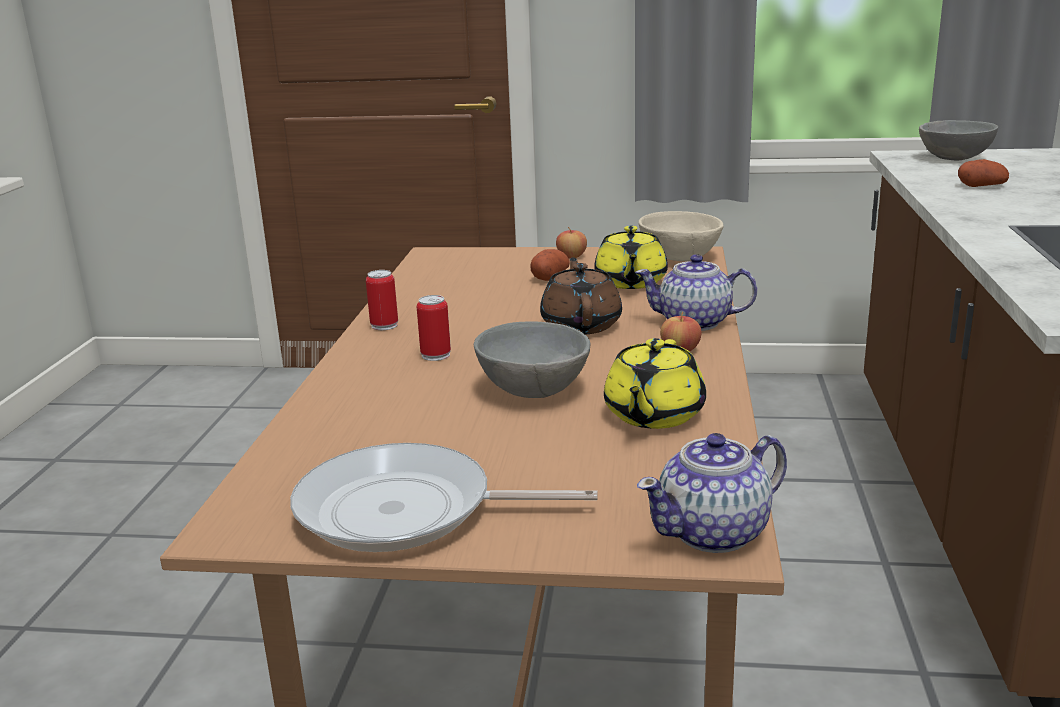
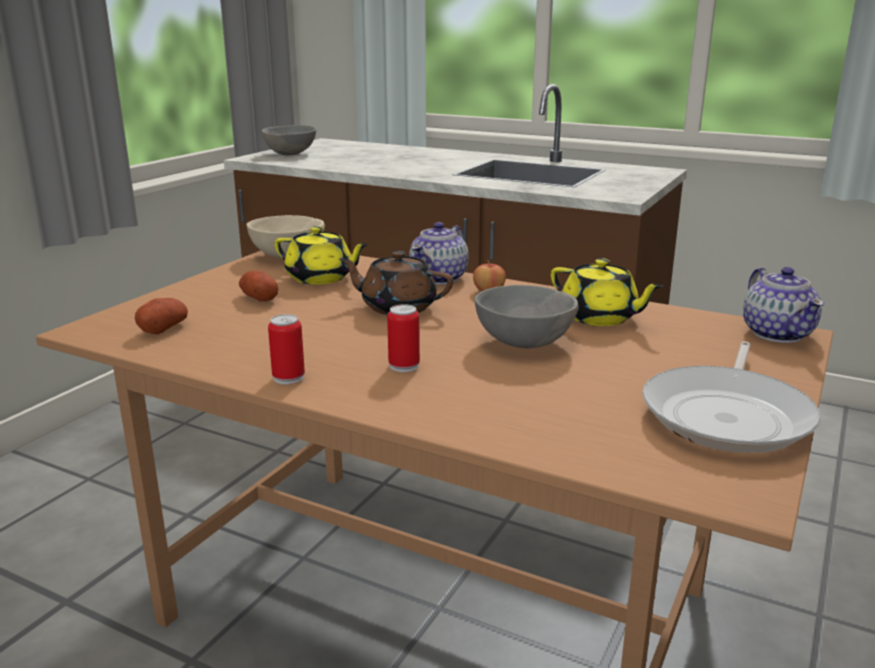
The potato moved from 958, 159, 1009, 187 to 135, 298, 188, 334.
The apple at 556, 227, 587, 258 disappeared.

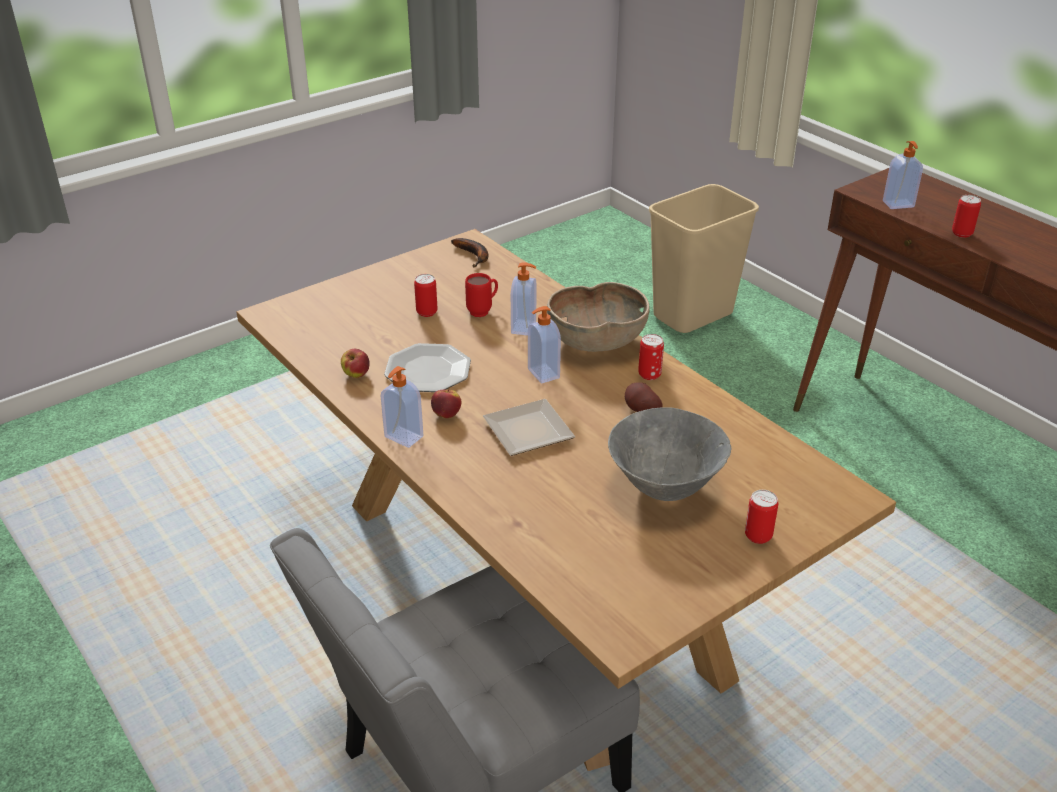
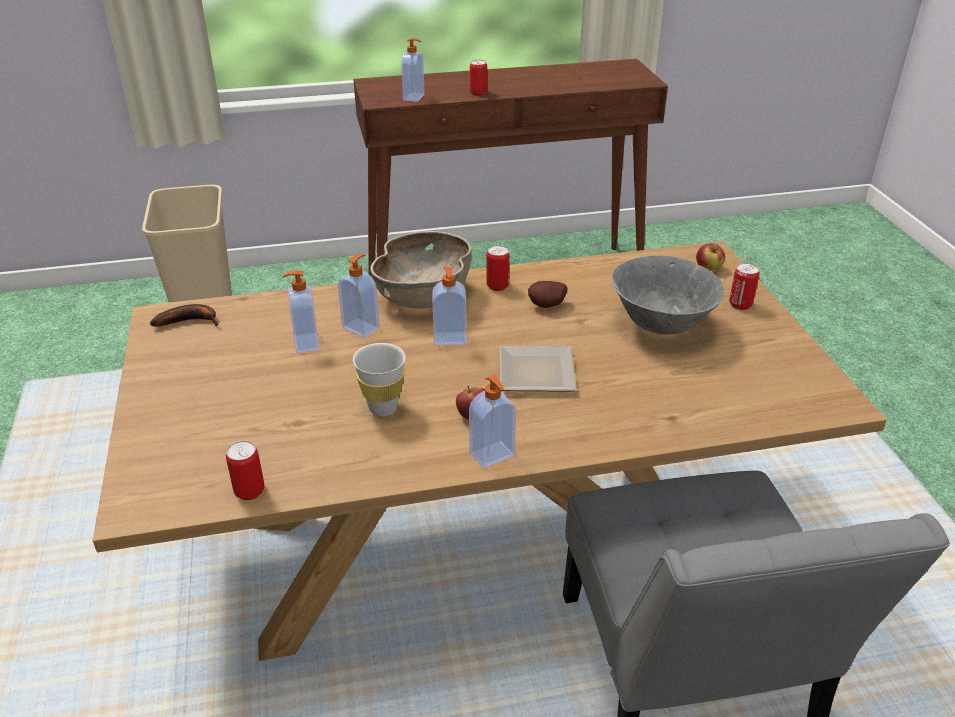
The red mug at 465, 273, 498, 317 was replaced by the soap dispenser at 283, 270, 319, 353.
The can moved from 414, 274, 437, 317 to 226, 441, 264, 500.
The plate at 384, 343, 471, 392 was replaced by the white cup at 353, 343, 406, 416.
The apple moved from 341, 349, 370, 378 to 696, 243, 725, 270.

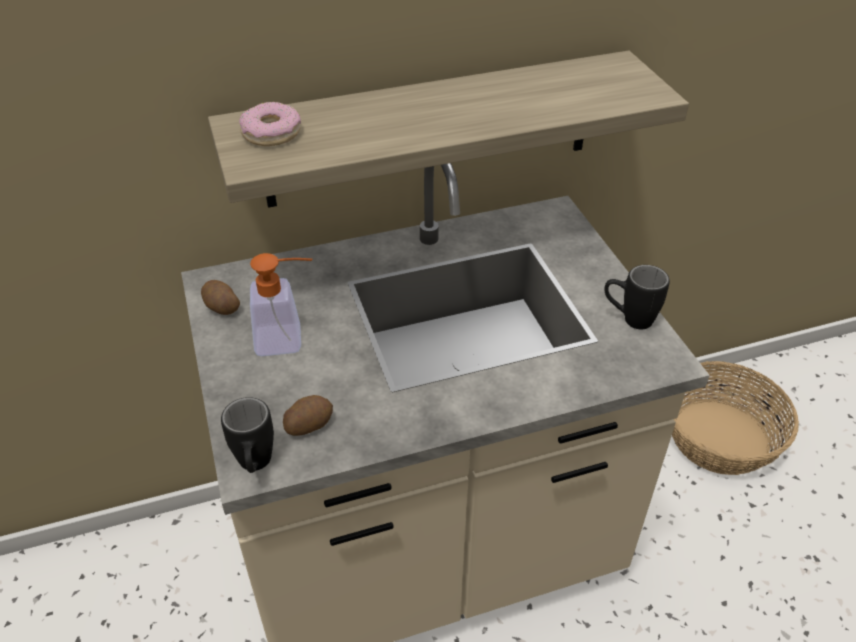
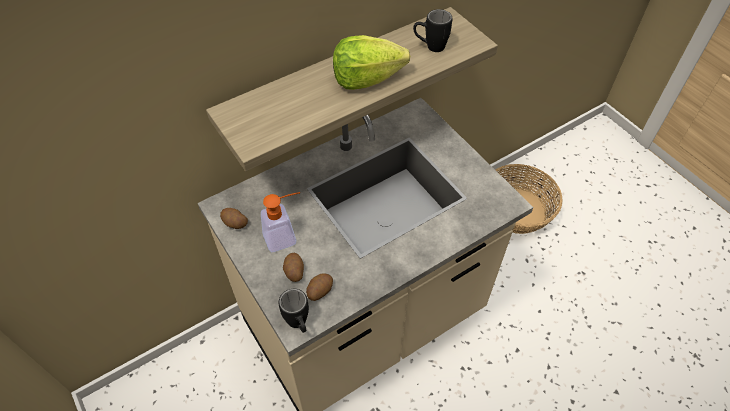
The donut at 239, 102, 301, 146 disappeared.
The black mug moved from 604, 265, 670, 329 to 413, 9, 452, 52.
The lettuce at 333, 35, 410, 90 appeared.
The potato at 283, 253, 304, 282 appeared.

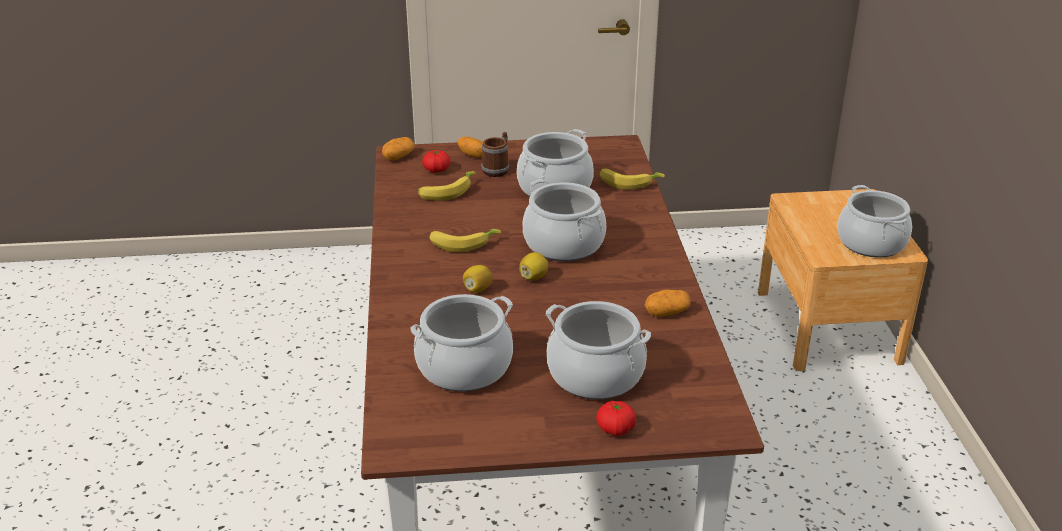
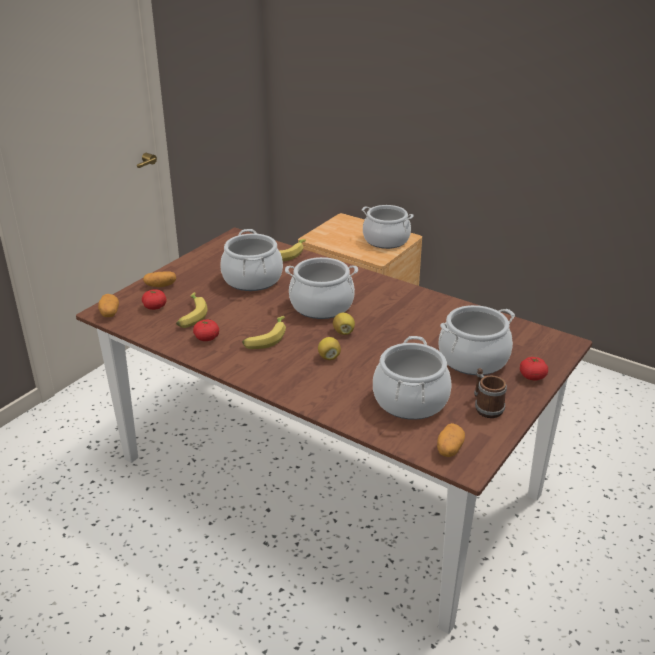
The mug moved from 481, 132, 509, 177 to 474, 368, 507, 418.
The potato moved from 645, 289, 691, 317 to 437, 423, 465, 457.
The tomato at 193, 320, 219, 341 appeared.

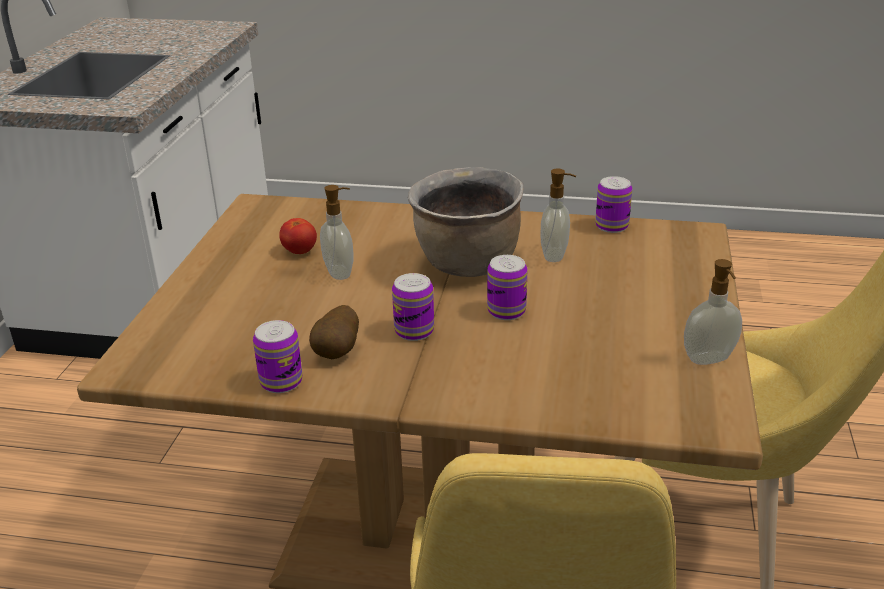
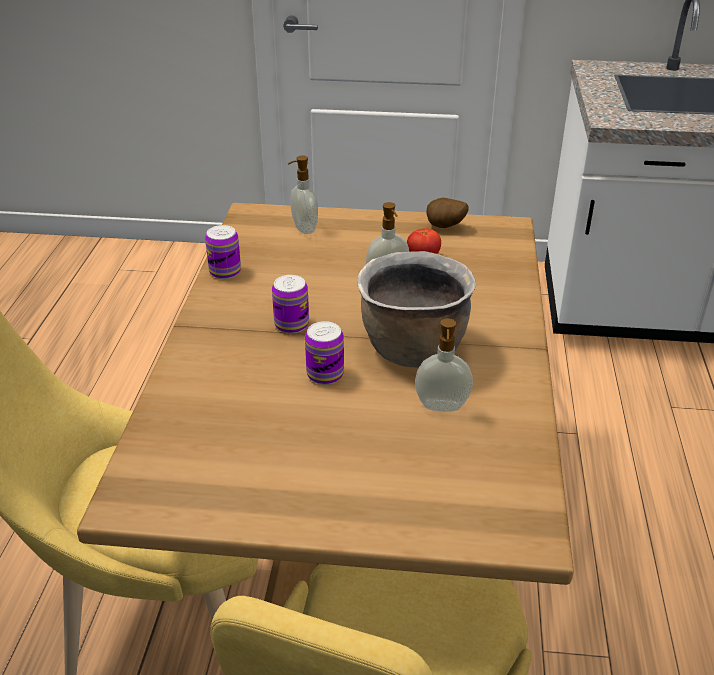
The can at 595, 176, 632, 233 disappeared.
The soap dispenser moved from 684, 259, 742, 365 to 288, 155, 318, 234.
The potato moved from 309, 305, 359, 359 to 426, 198, 469, 228.

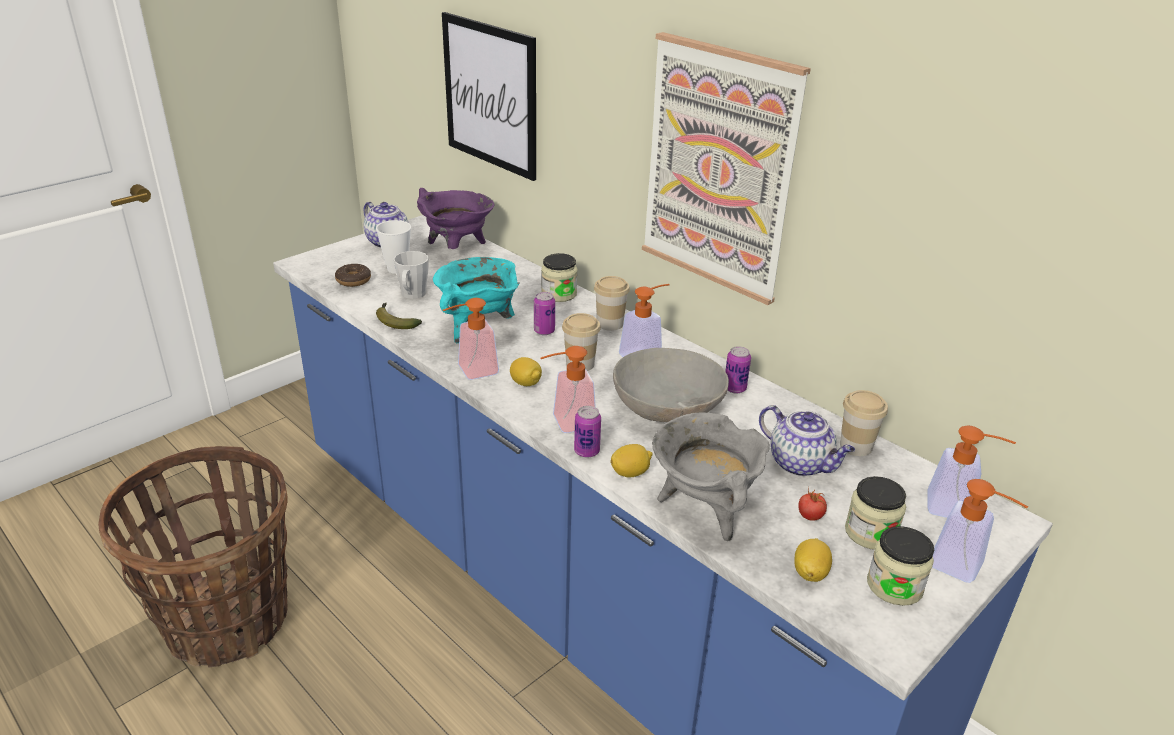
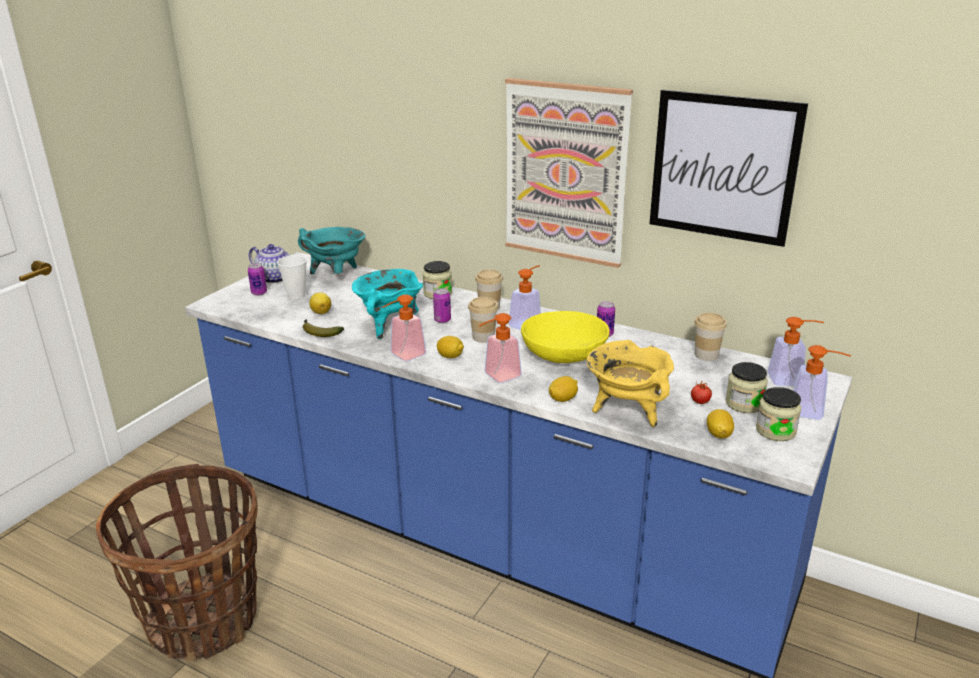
The picture moved from 442, 12, 536, 181 to 650, 89, 808, 247.
The purple cooking pot at 417, 188, 494, 249 became the turquoise cooking pot at 298, 227, 365, 275.
The grey mug at 394, 251, 429, 299 was replaced by the lemon at 309, 292, 331, 314.
The donut at 335, 264, 371, 287 disappeared.
The grey bowl at 613, 348, 729, 422 became the yellow bowl at 521, 311, 610, 363.
The teapot at 759, 405, 855, 476 disappeared.
The can moved from 574, 406, 601, 458 to 248, 263, 267, 296.
The grey cooking pot at 652, 412, 770, 541 became the yellow cooking pot at 586, 340, 674, 427.

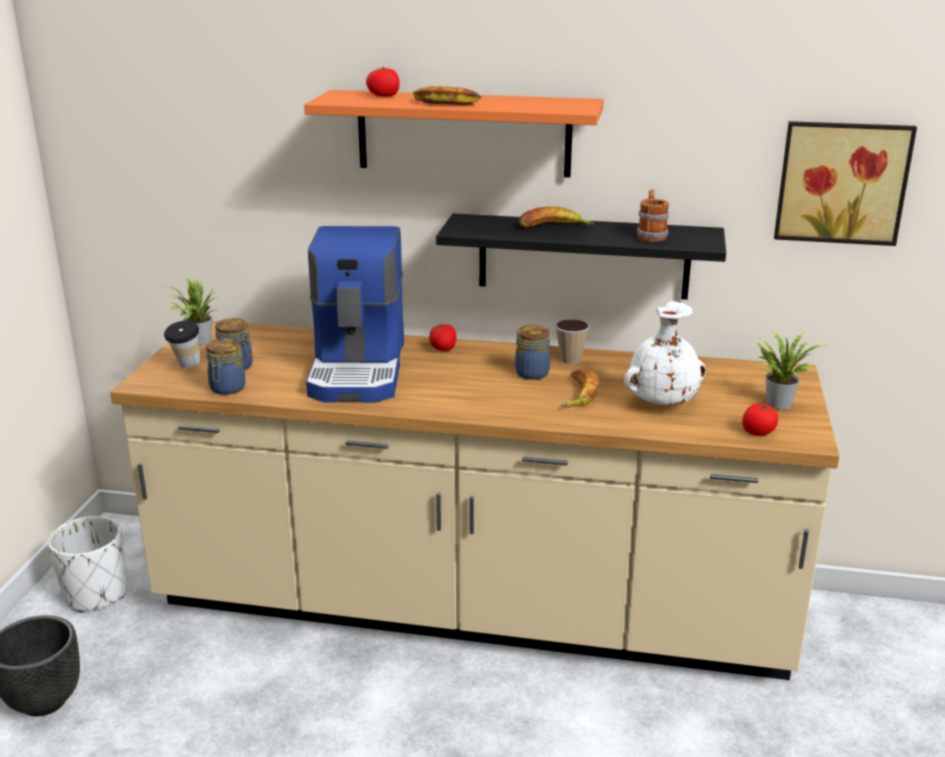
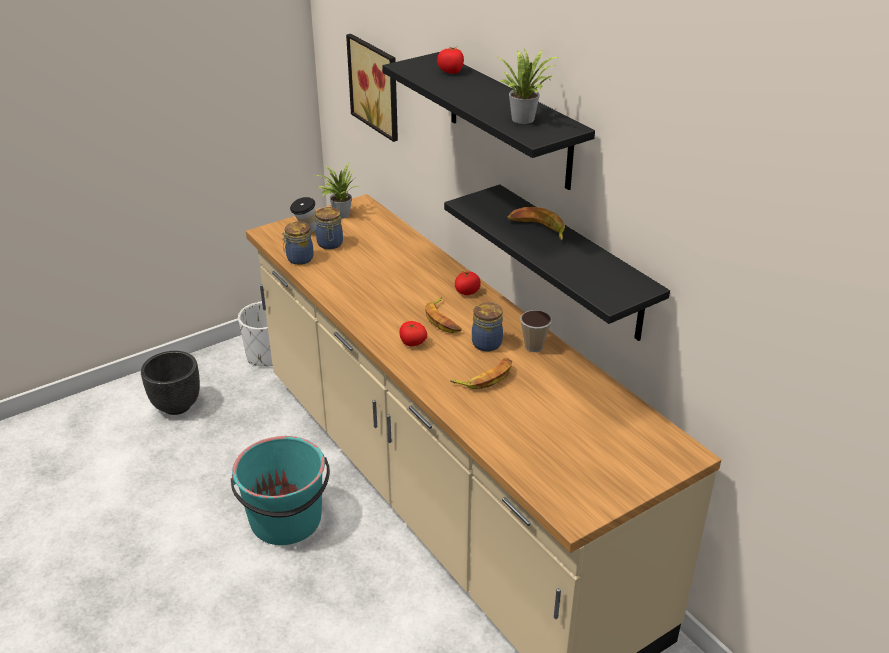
The banana moved from 413, 86, 481, 105 to 425, 297, 461, 333.
The orange shelf at 304, 90, 604, 178 became the black shelf at 382, 52, 595, 190.
The picture moved from 774, 121, 917, 246 to 346, 34, 398, 142.
The mug at 637, 189, 669, 242 disappeared.
The coffee machine at 306, 226, 404, 403 disappeared.
The white vase at 624, 301, 706, 405 disappeared.
The potted plant moved from 758, 330, 829, 410 to 497, 48, 559, 124.
The tomato moved from 742, 404, 778, 436 to 399, 321, 427, 346.
The turquoise bucket at 231, 436, 330, 545 appeared.

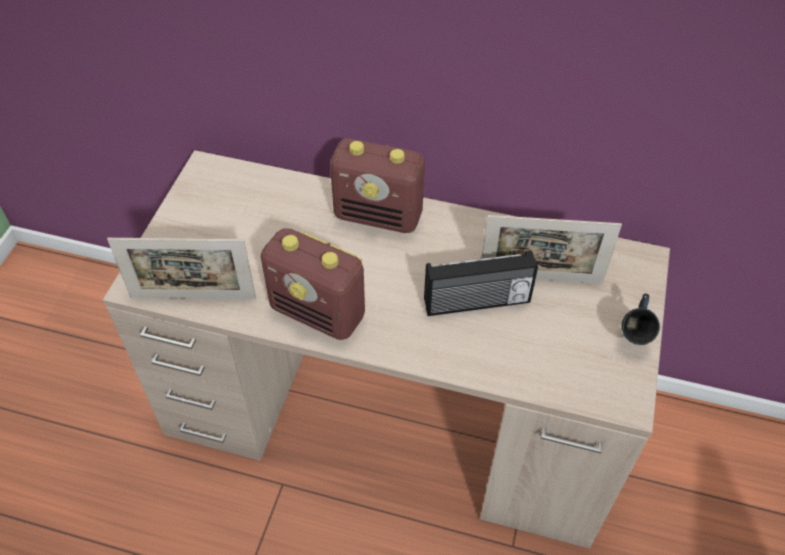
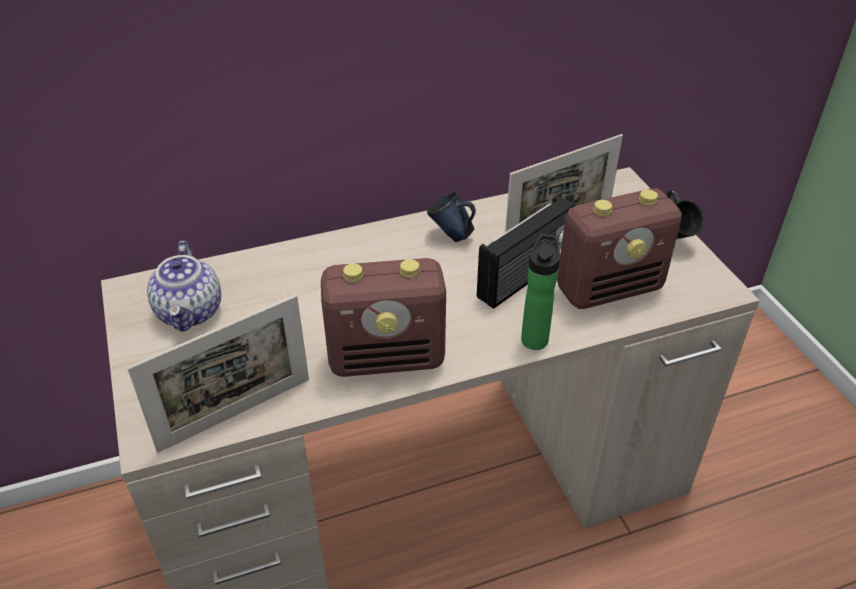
The radio moved from 330, 138, 425, 233 to 557, 188, 682, 309.
The blue mug at 427, 192, 476, 242 appeared.
The bottle at 521, 234, 560, 350 appeared.
The teapot at 147, 241, 221, 332 appeared.

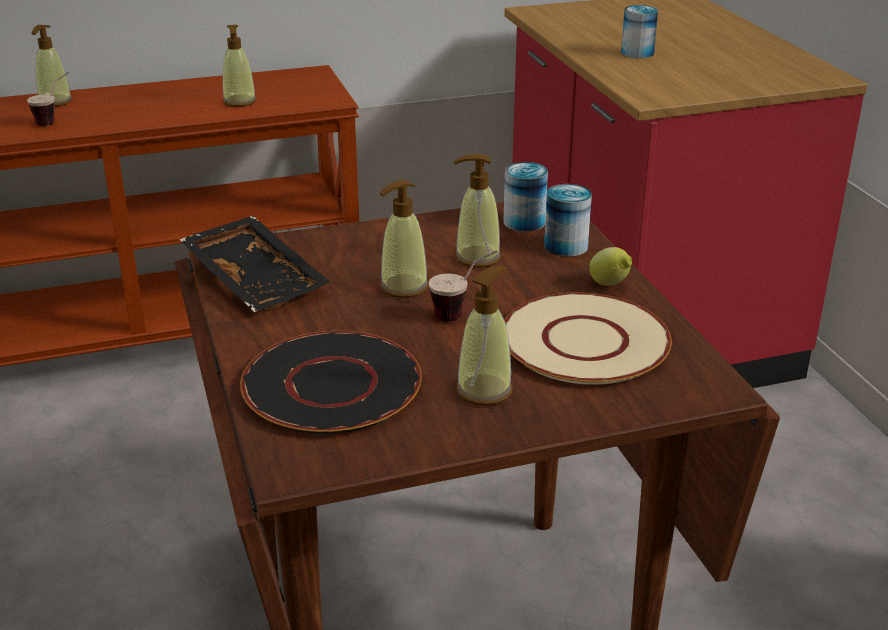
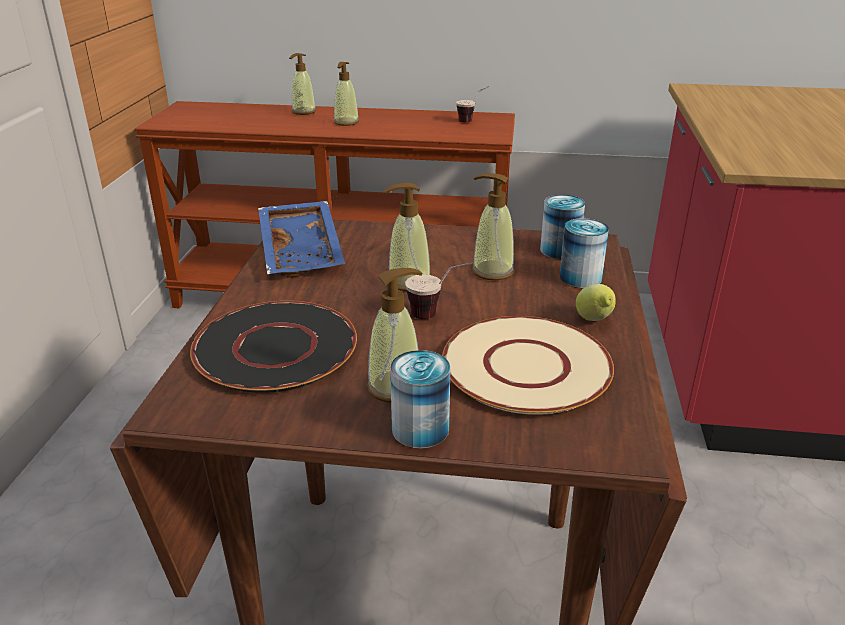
The can moved from 621, 5, 658, 58 to 390, 350, 450, 449.
The soap dispenser moved from 223, 25, 256, 107 to 334, 62, 359, 126.
The cup moved from 27, 72, 69, 126 to 456, 86, 489, 123.
The black tray at 179, 216, 330, 312 became the blue tray at 258, 201, 345, 278.

